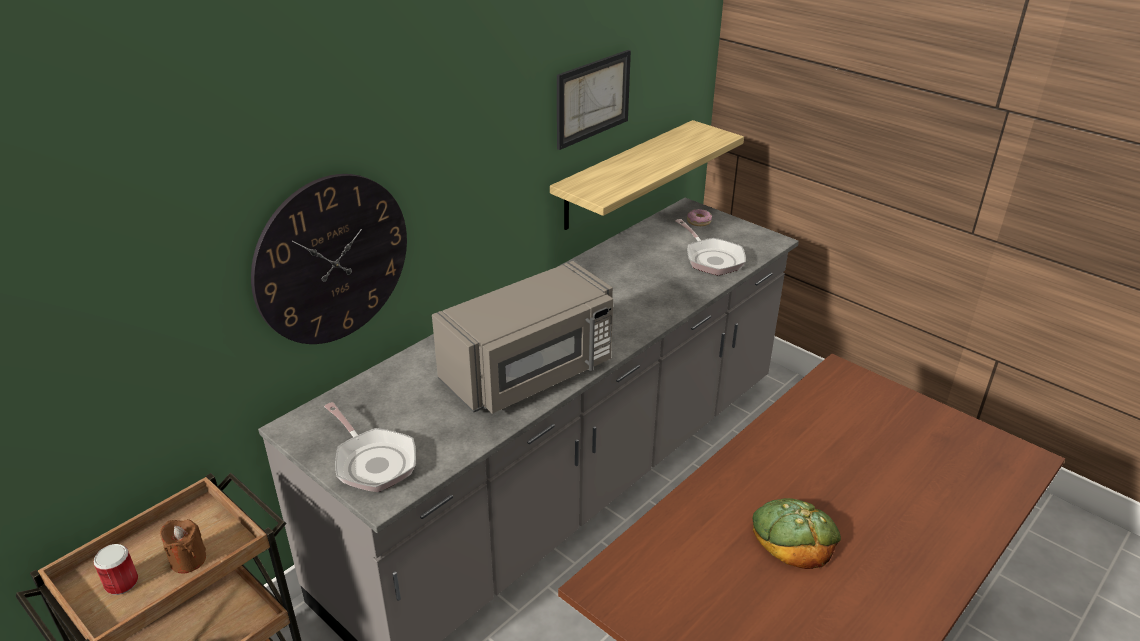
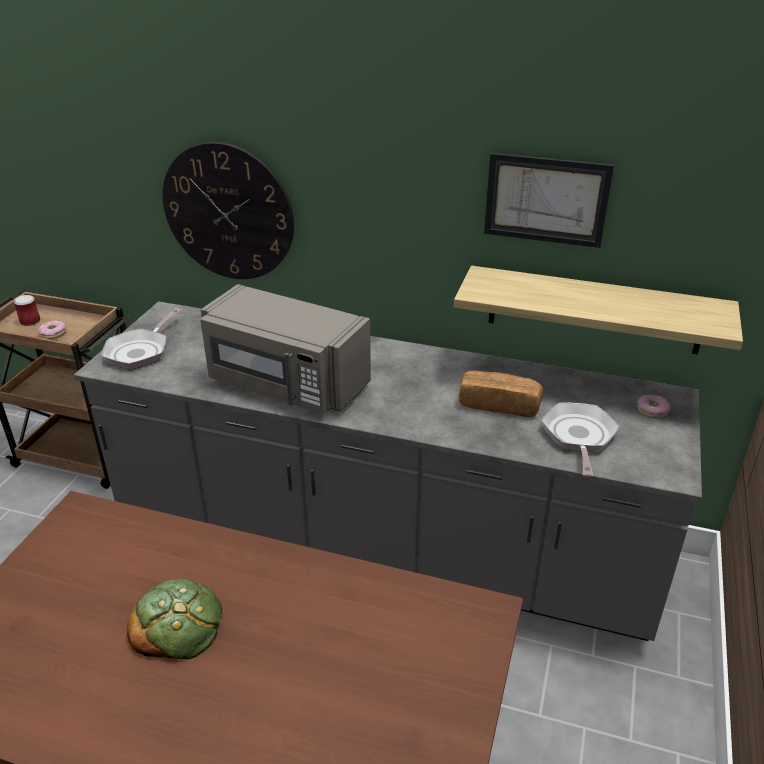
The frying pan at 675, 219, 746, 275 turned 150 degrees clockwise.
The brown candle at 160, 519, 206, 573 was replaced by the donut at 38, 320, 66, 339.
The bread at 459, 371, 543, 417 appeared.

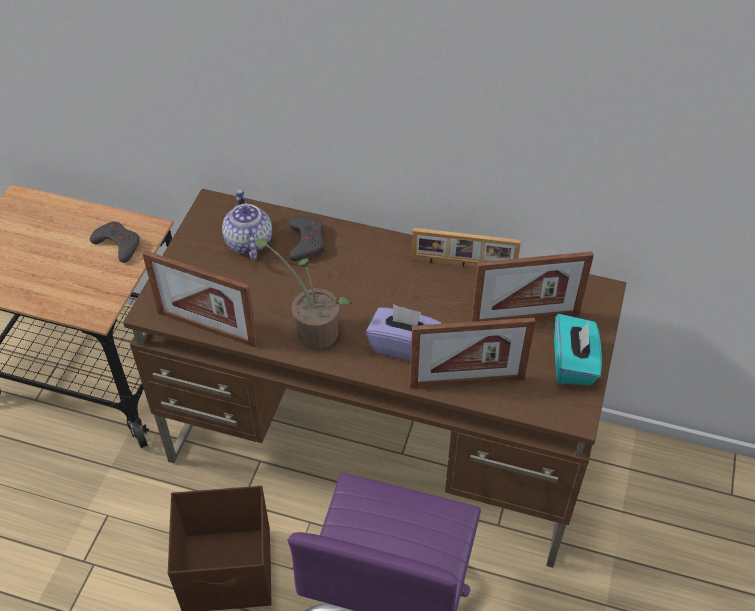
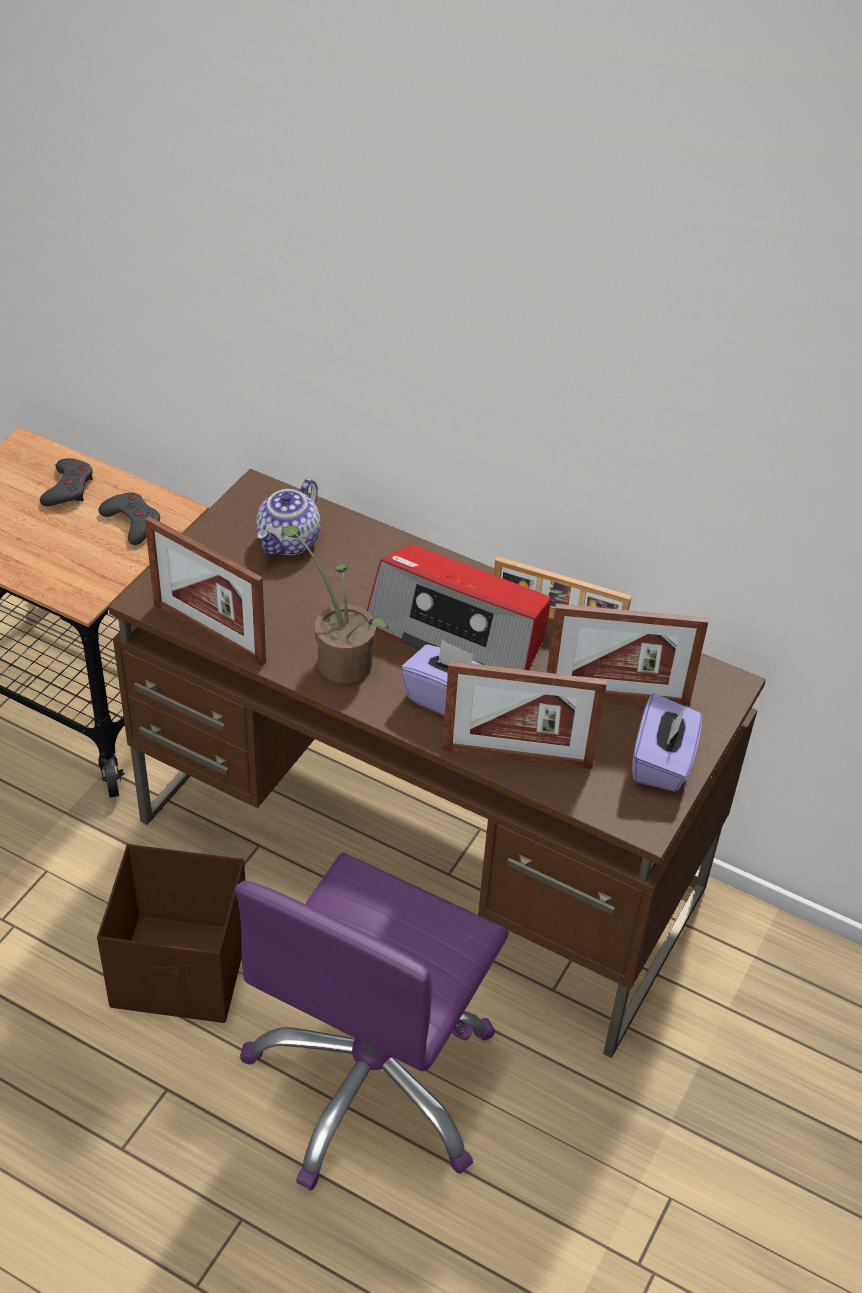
The teapot at 222, 189, 272, 260 turned 150 degrees counterclockwise.
The grey game controller moved from 288, 216, 324, 261 to 40, 458, 93, 506.
The turquoise tissue box at 554, 314, 602, 385 became the purple tissue box at 632, 693, 702, 792.
The radio at 367, 544, 551, 670 appeared.

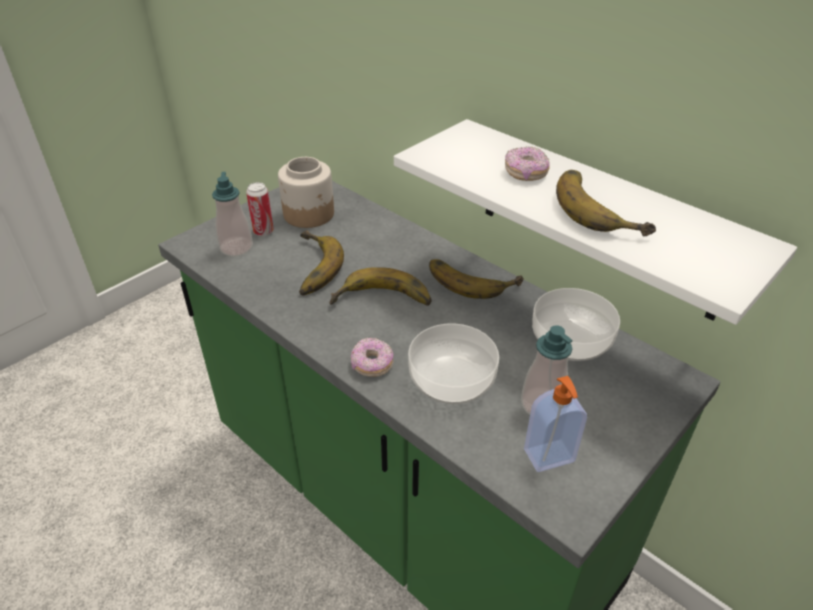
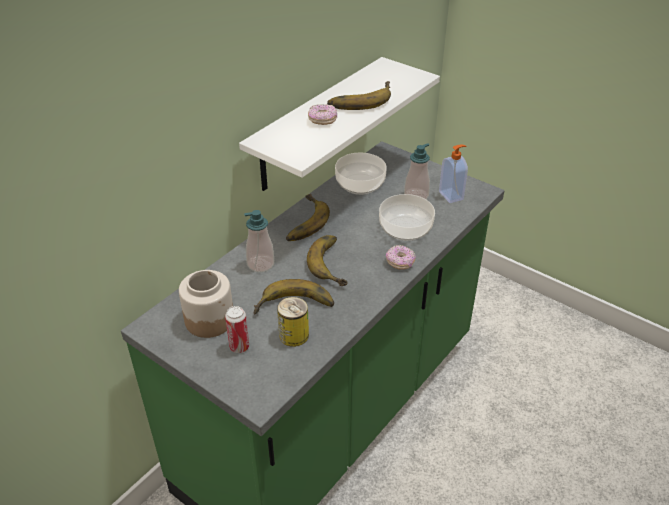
The soap dispenser moved from 212, 172, 253, 256 to 244, 210, 274, 272.
The can at 277, 297, 309, 347 appeared.

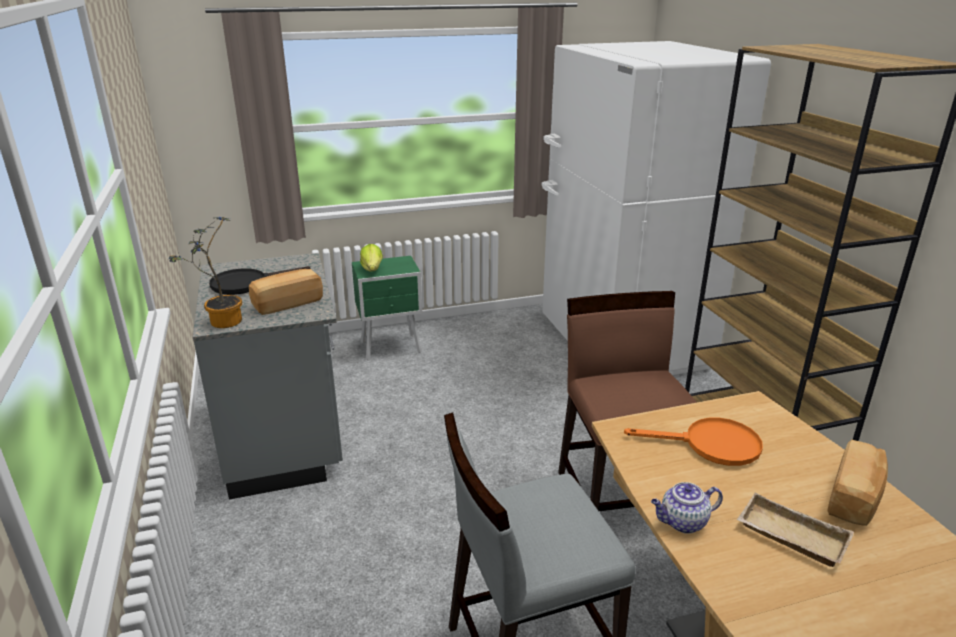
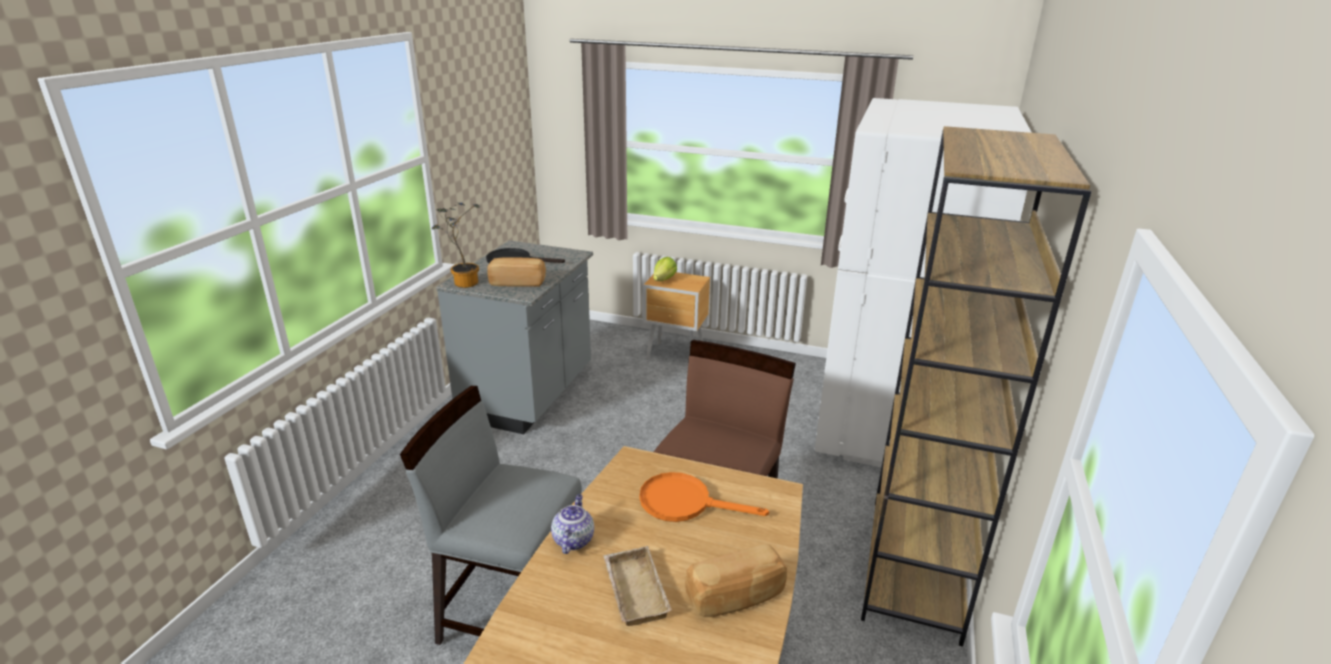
The green nightstand at 352, 256, 422, 360 became the brown nightstand at 643, 272, 710, 360.
The orange frying pan at 624, 418, 763, 466 turned 150 degrees clockwise.
The teapot at 651, 482, 723, 534 turned 75 degrees clockwise.

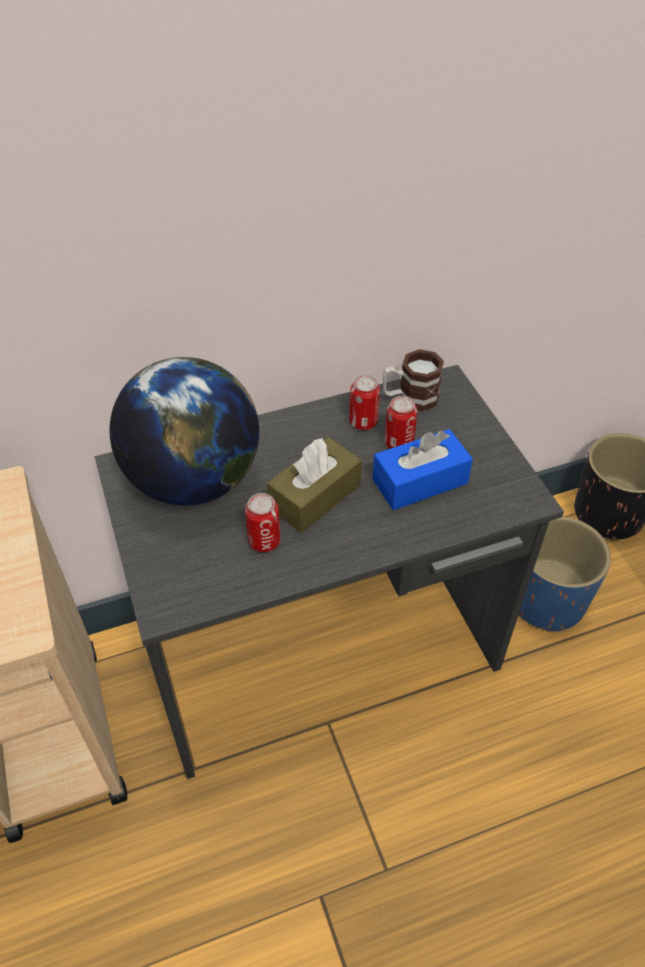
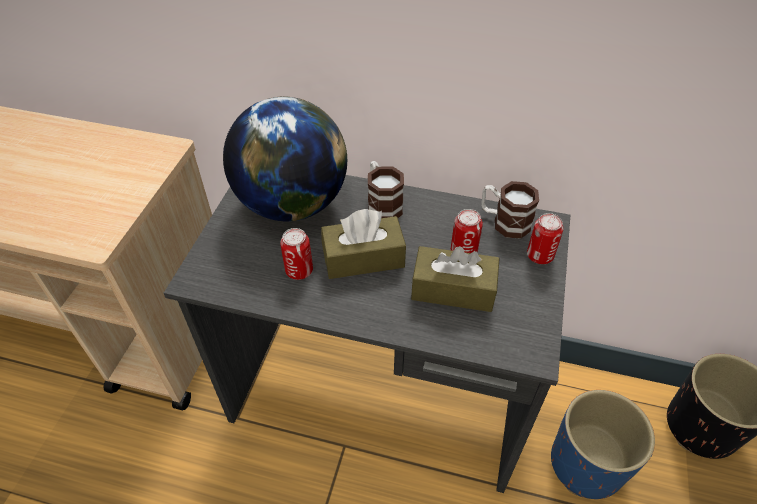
The can moved from 349, 375, 380, 430 to 527, 213, 563, 264.
The blue tissue box at 372, 429, 473, 510 became the brown tissue box at 411, 246, 500, 312.
The mug at 368, 161, 404, 218 appeared.

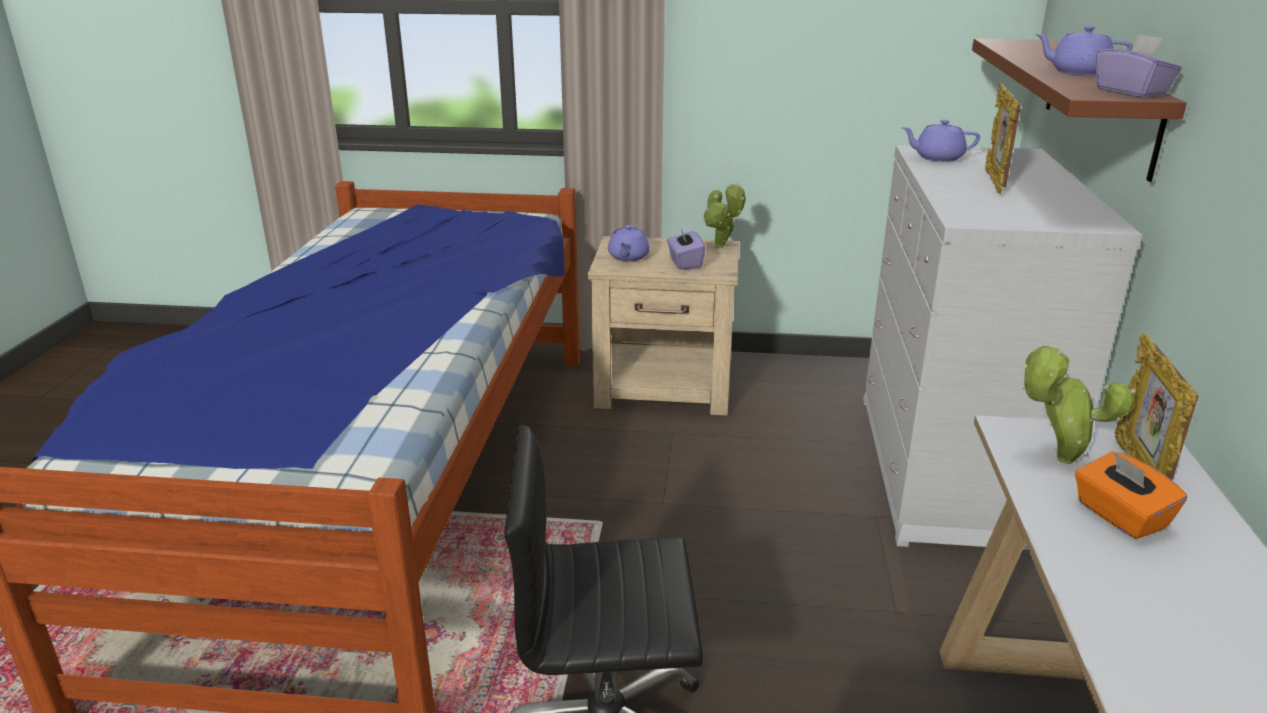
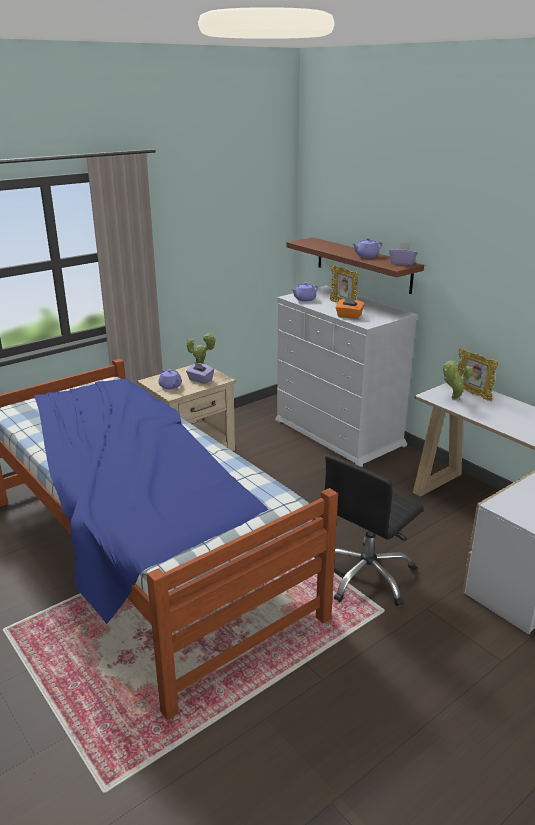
The orange tissue box moved from 1075, 451, 1187, 539 to 336, 297, 364, 319.

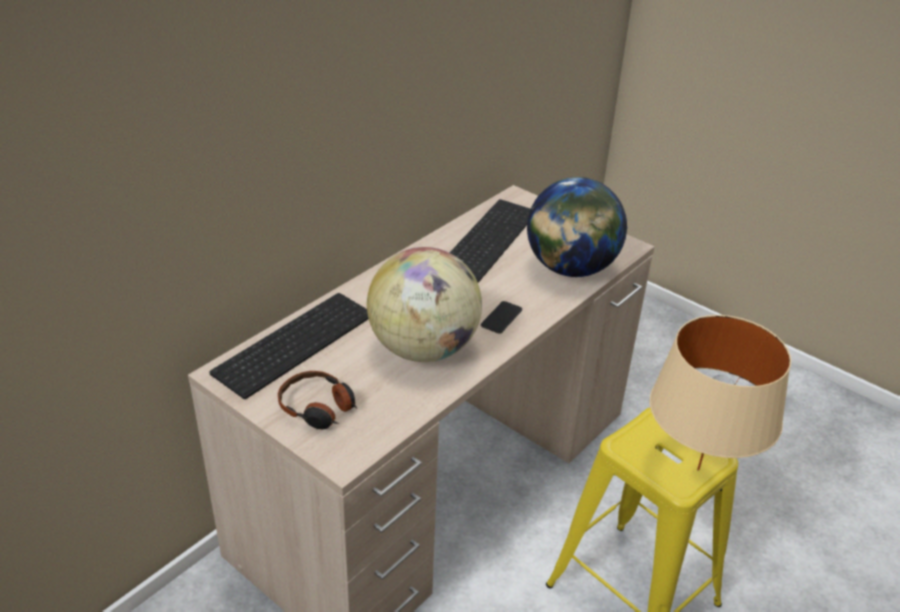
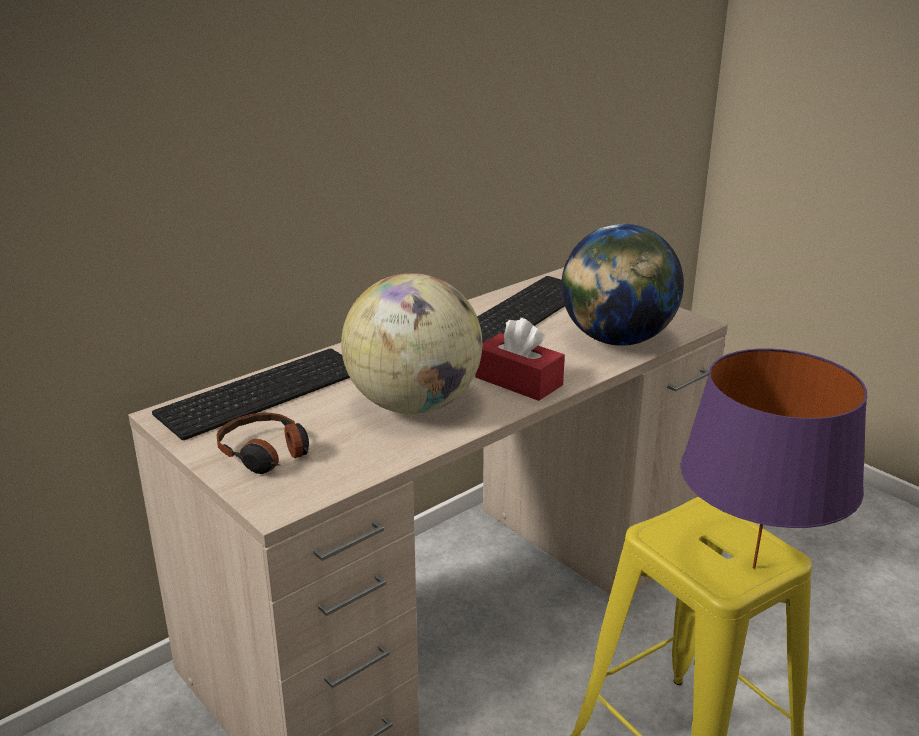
The phone at 481, 301, 522, 334 was replaced by the red tissue box at 475, 318, 565, 401.
The beige table lamp at 650, 315, 791, 471 became the purple table lamp at 681, 348, 867, 569.

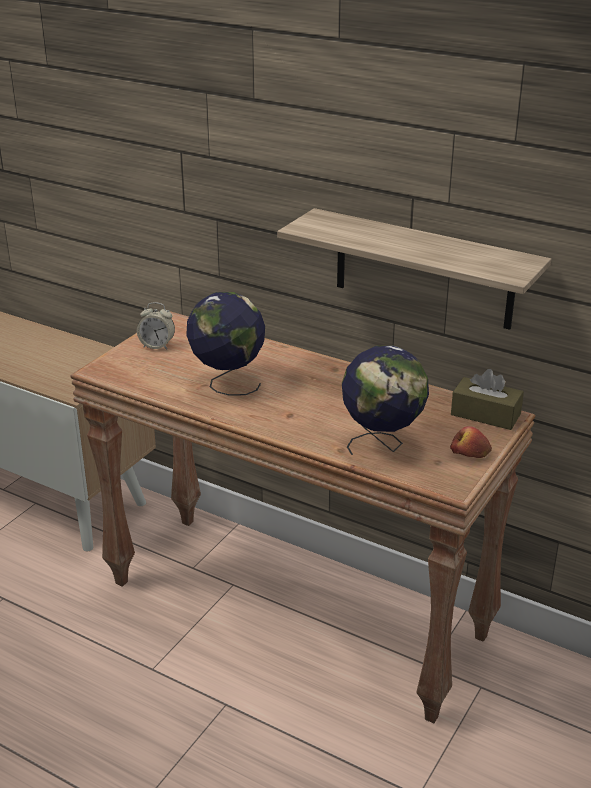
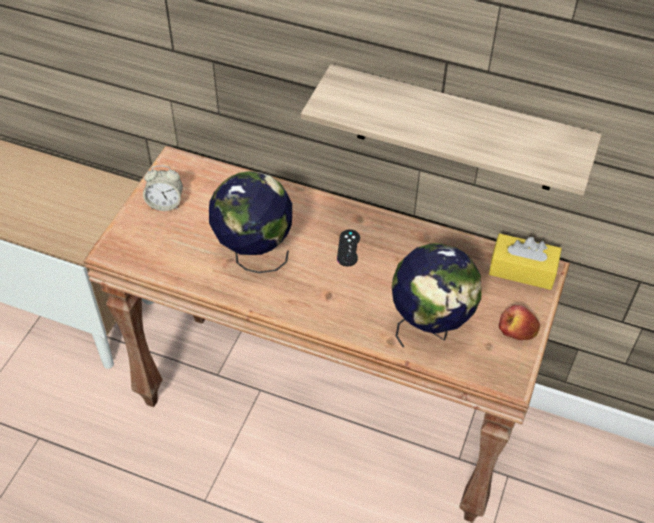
The brown tissue box at 451, 369, 524, 430 became the yellow tissue box at 489, 233, 562, 290.
The black game controller at 337, 229, 360, 266 appeared.

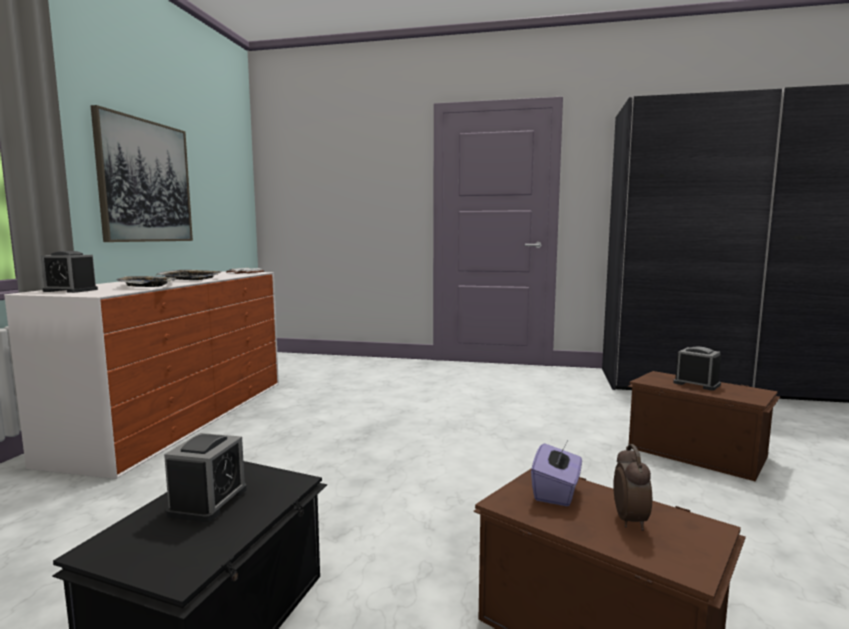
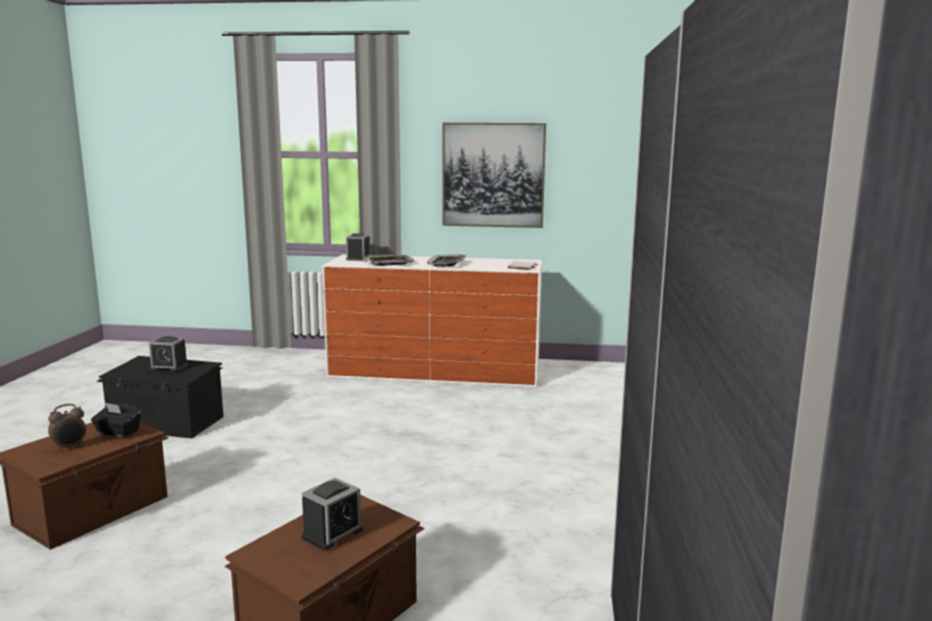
The purple tissue box at 531, 439, 582, 506 became the black tissue box at 91, 402, 141, 437.
The alarm clock at 613, 444, 652, 531 turned 45 degrees counterclockwise.

